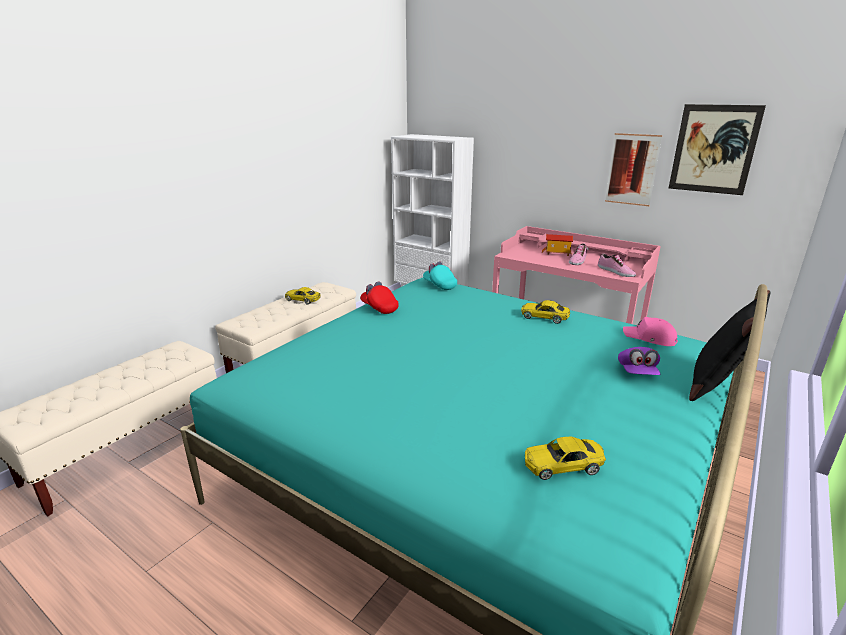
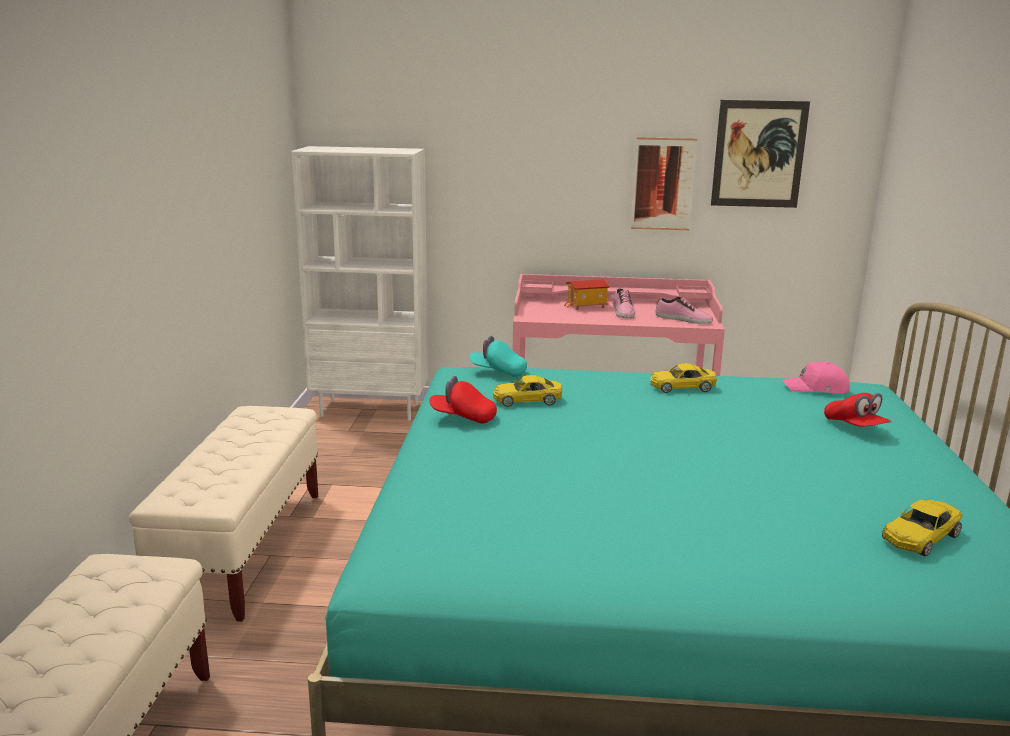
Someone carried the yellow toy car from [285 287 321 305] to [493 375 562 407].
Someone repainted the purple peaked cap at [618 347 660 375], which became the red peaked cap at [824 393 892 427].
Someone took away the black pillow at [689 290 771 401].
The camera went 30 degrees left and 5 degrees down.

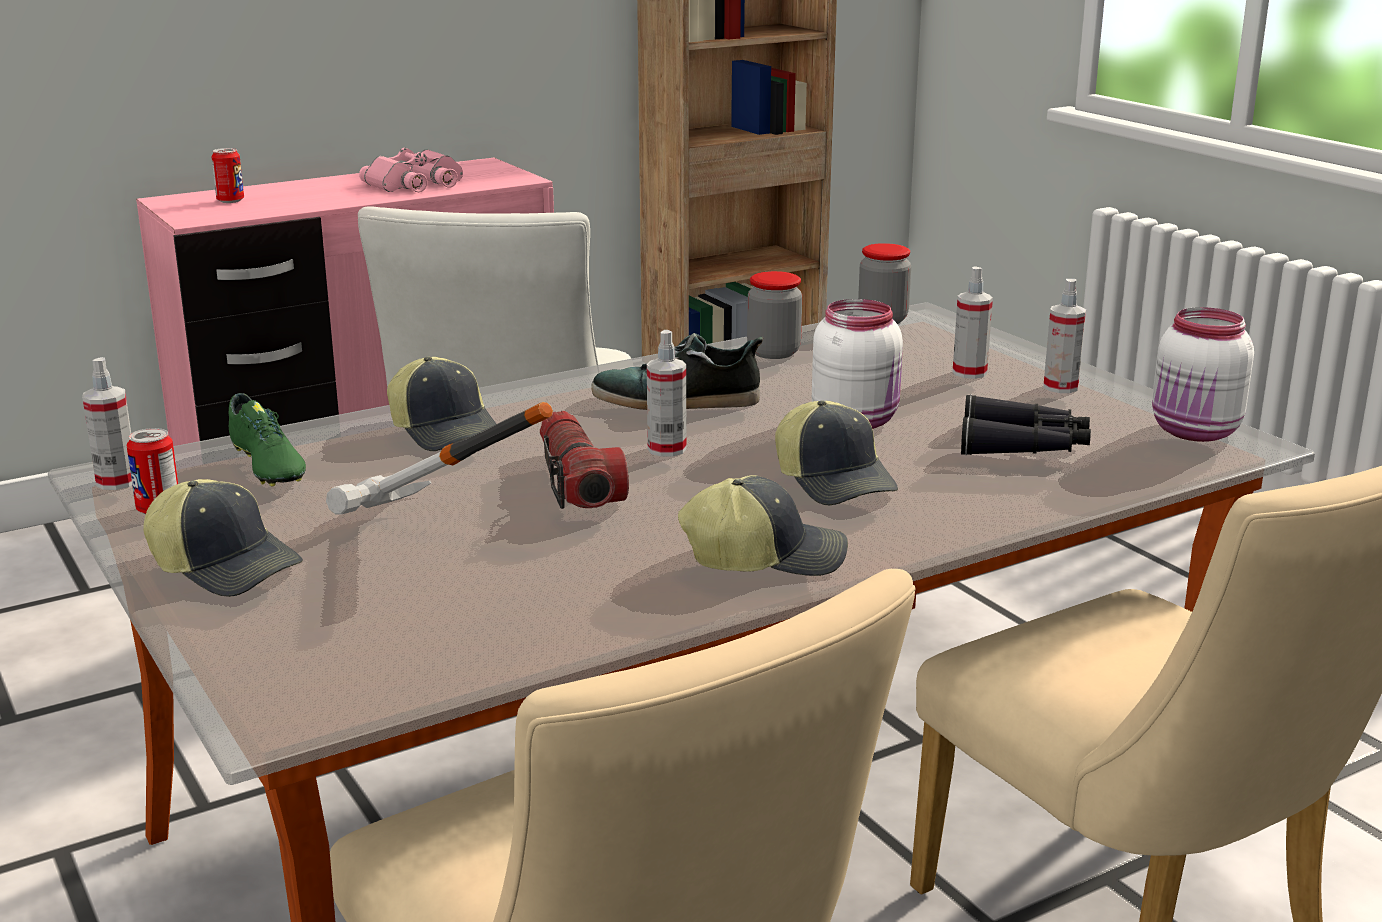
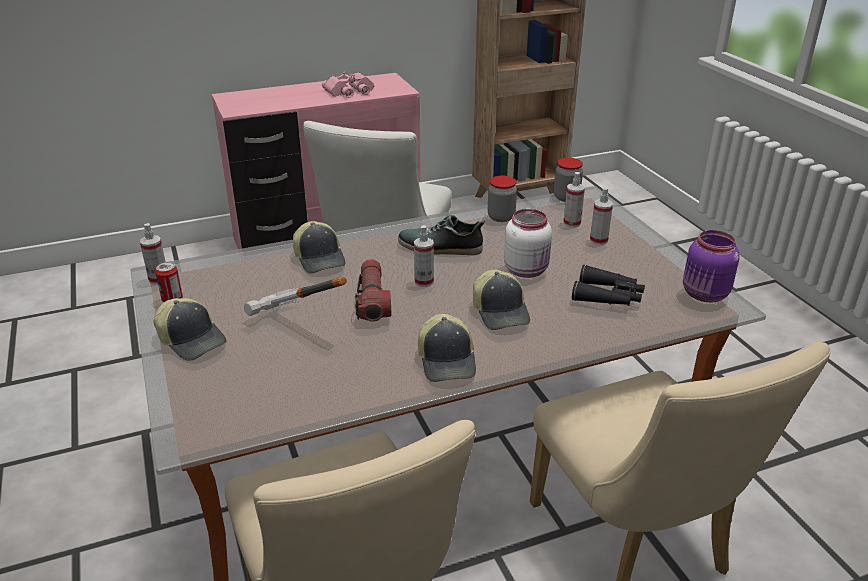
Someone took away the metal can at [211 148 244 203].
Someone took away the green low shoe at [229 393 306 487].
Someone rotated the peaked cap at [678 475 848 576] by 75 degrees clockwise.
Someone carried the spray bottle from [1043 279 1086 393] to [563 172 585 228].
Someone repainted the white-coloured storage jar at [1152 307 1254 442], which became the purple storage jar at [683 230 740 302].
The camera went 10 degrees right and 10 degrees up.

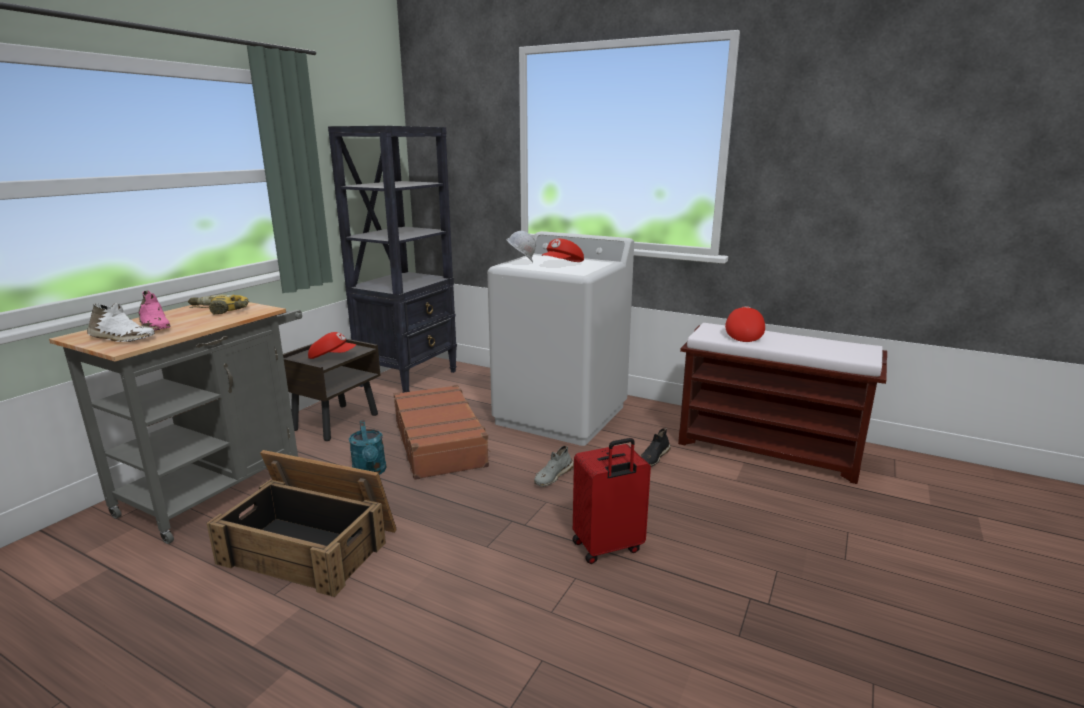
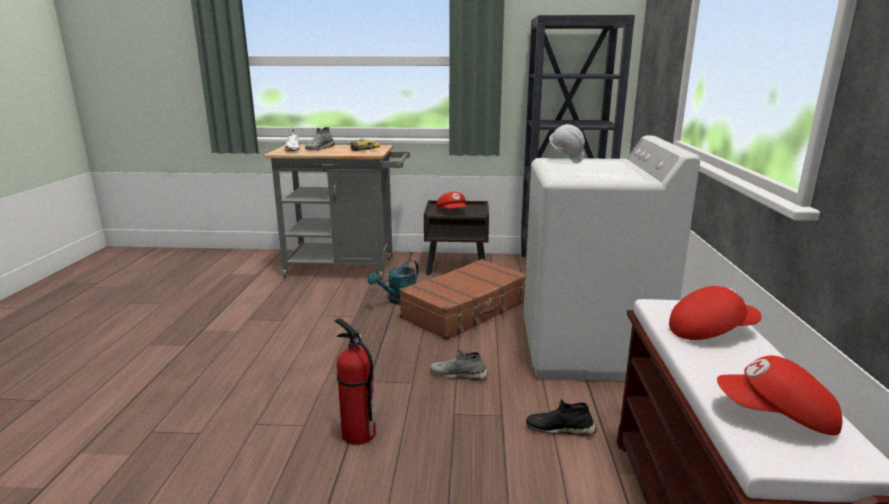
Someone repainted the pinkish low shoe at [139 290 170 330], which became the grey low shoe at [305 127 335 150].
Someone took away the packing crate at [206 450 397 597].
Someone carried the red peaked cap from [541 239 584 262] to [717 356 842 435].
Someone swapped the red travel case at [573 438 651 564] for the fire-fighting cylinder at [335 318 376 445].
The camera went 65 degrees right and 0 degrees up.

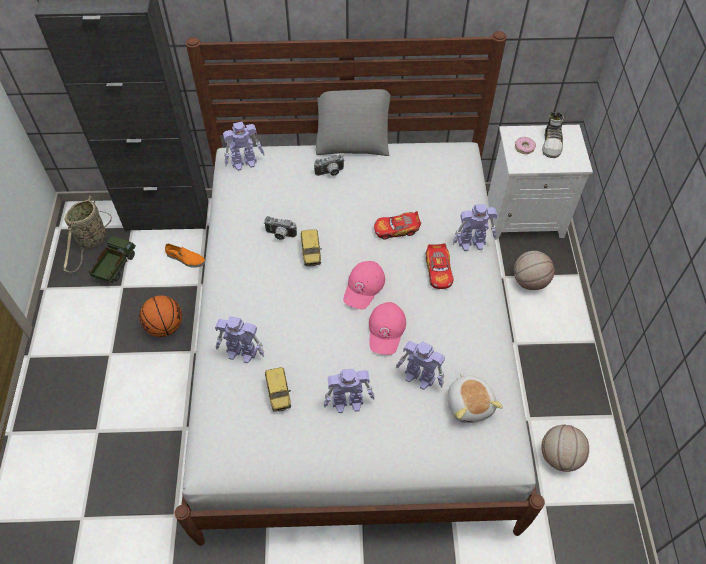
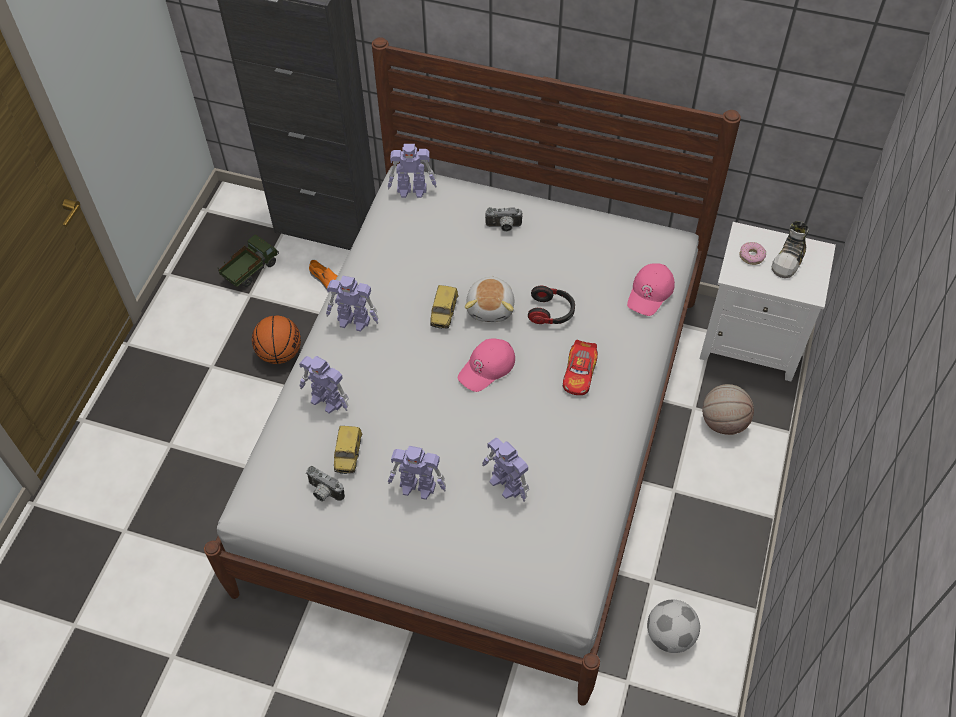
Someone took away the storage basket at [63 195 112 272].
Someone carried the photo camera from [264 216 297 240] to [306 466 345 501].
Someone took away the grey pillow at [316 80 391 156].
Someone carried the pinkish peaked cap from [369 302 406 355] to [627 264 675 316].
Someone swapped the toy car at [374 211 421 240] for the headset at [528 286 575 324].
Someone carried the plush toy from [448 373 503 423] to [465 276 515 322].
Someone carried the robot figure from [453 204 497 251] to [326 276 379 332].
Someone swapped the ball for basketball at [541 424 589 472] for the ball for football at [647 600 700 653].
The camera went 20 degrees right and 0 degrees up.

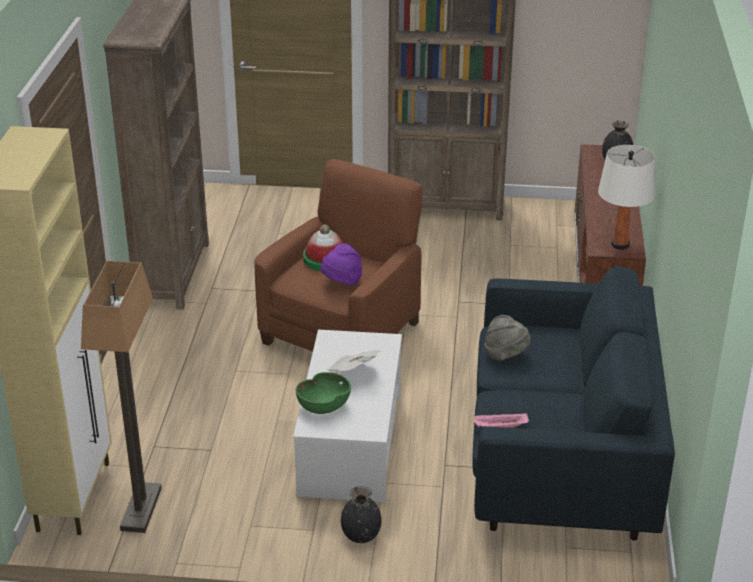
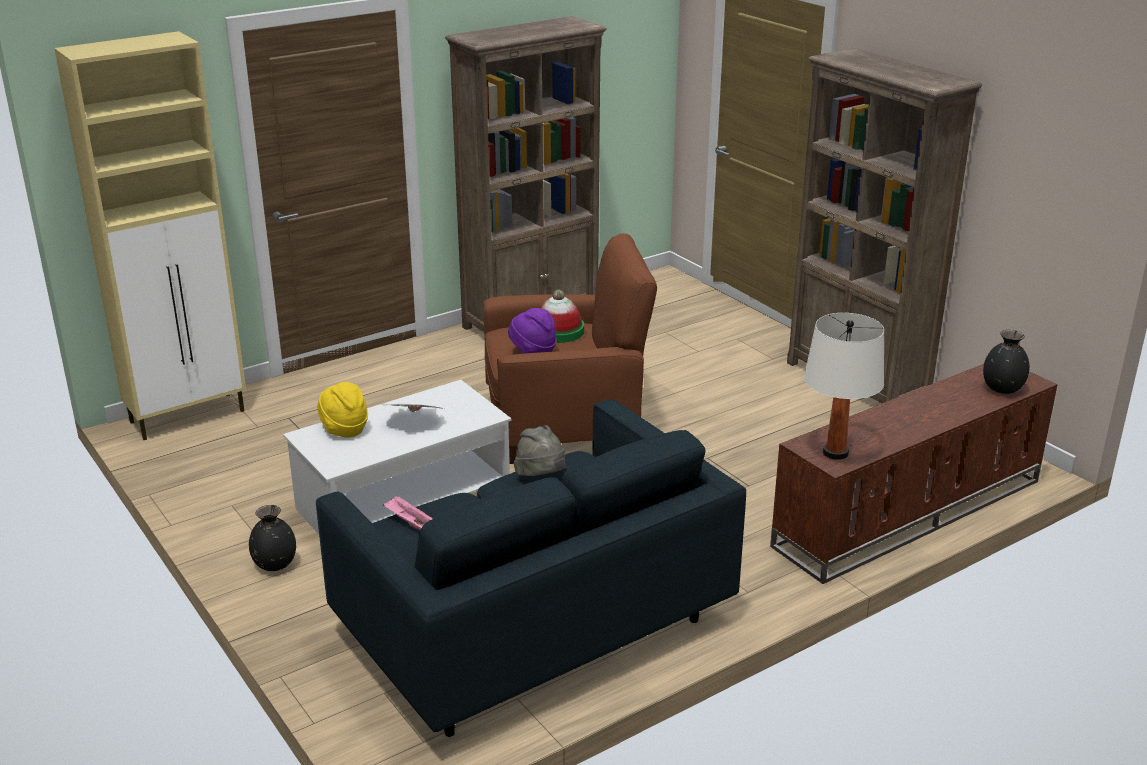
Someone took away the standard lamp at [81 260 162 533].
Someone swapped the green serving bowl at [296 372 351 414] for the yellow clothing hat at [317 382 368 438].
The camera went 50 degrees right and 5 degrees down.

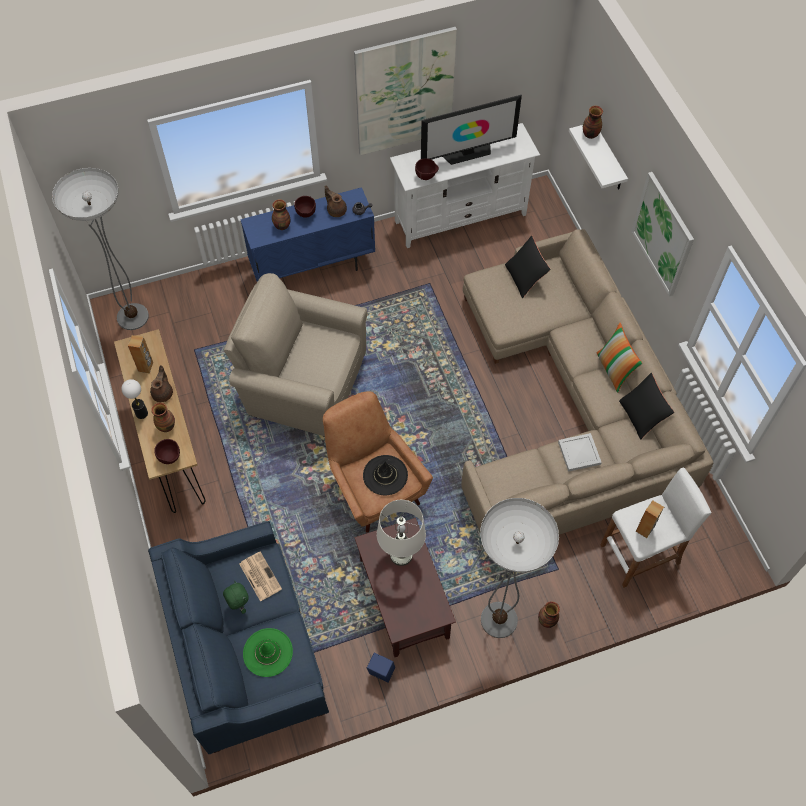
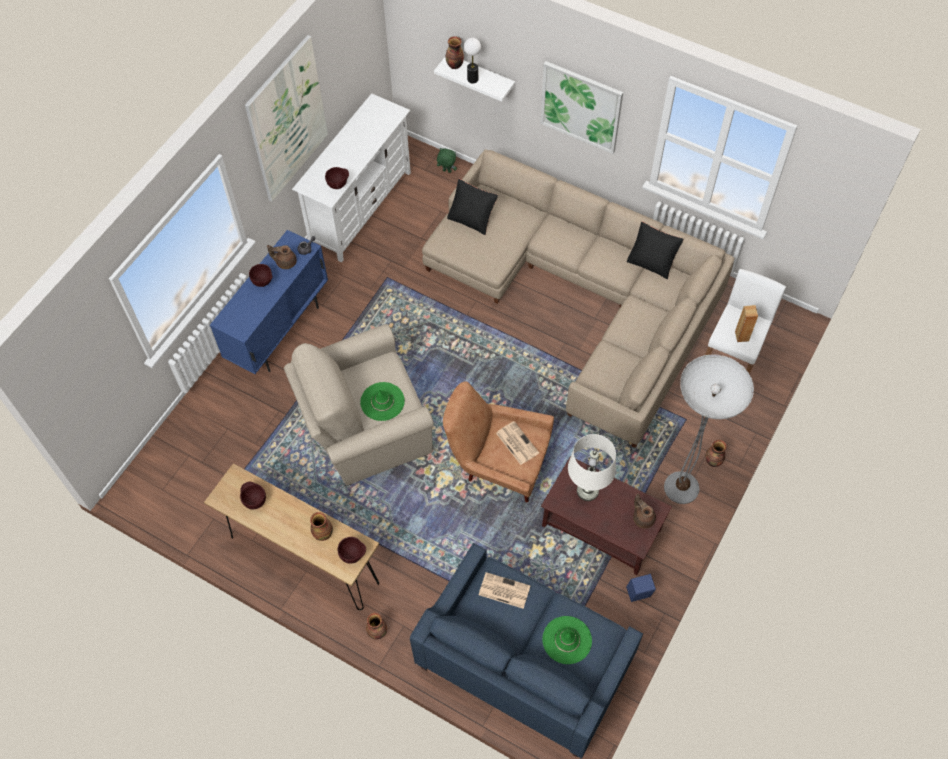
Someone took away the standard lamp at [52 168 149 330].
Someone carried the tabletop lamp from [121 379 148 419] to [464 38 481 84].
Someone swapped the brown loudspeaker at [128 335 153 373] for the brown serving bowl at [240 482 266 509].
Someone carried the brown pot for tea from [150 365 173 402] to [633 494 656 529].
Someone carried the green plush toy from [223 581 249 614] to [437 148 457 173].
Someone carried the vase from [272 199 290 230] to [366 613 387 639].
Someone swapped the black clothing hat at [363 455 408 495] for the daily paper at [496 421 539 465].
Someone took away the television at [421 95 522 165].
Someone took away the white-coloured serving tray at [558 433 602 472].
Someone took away the pillow at [597 323 643 393].
Someone put down the green clothing hat at [360 382 405 421].
The camera went 40 degrees left and 0 degrees up.

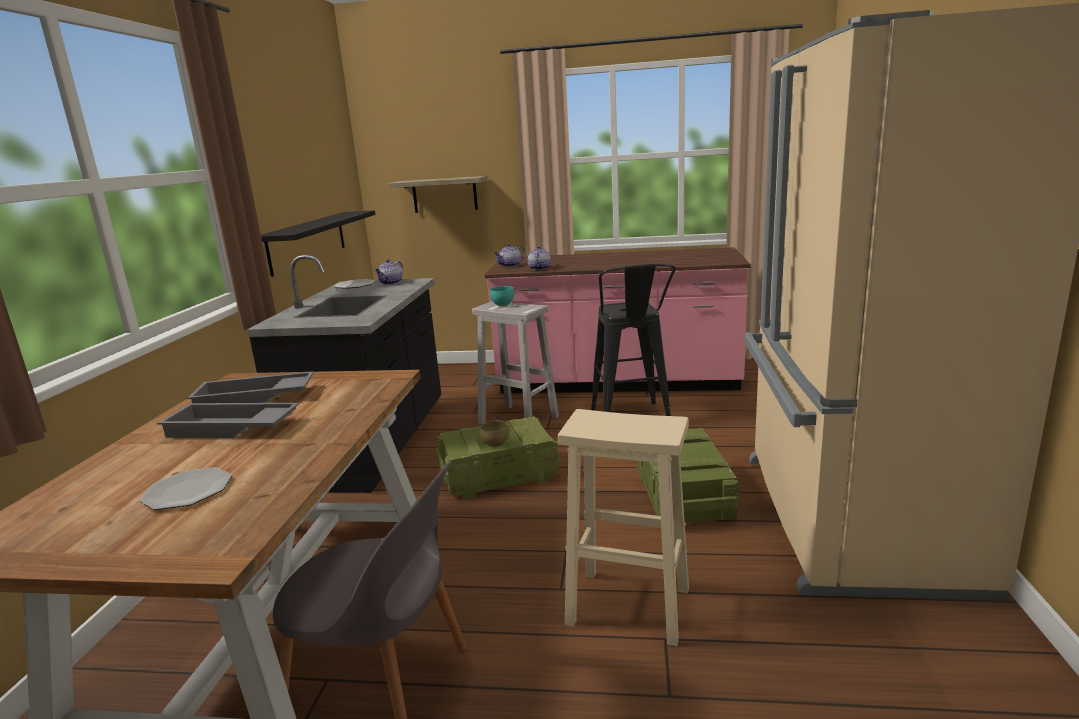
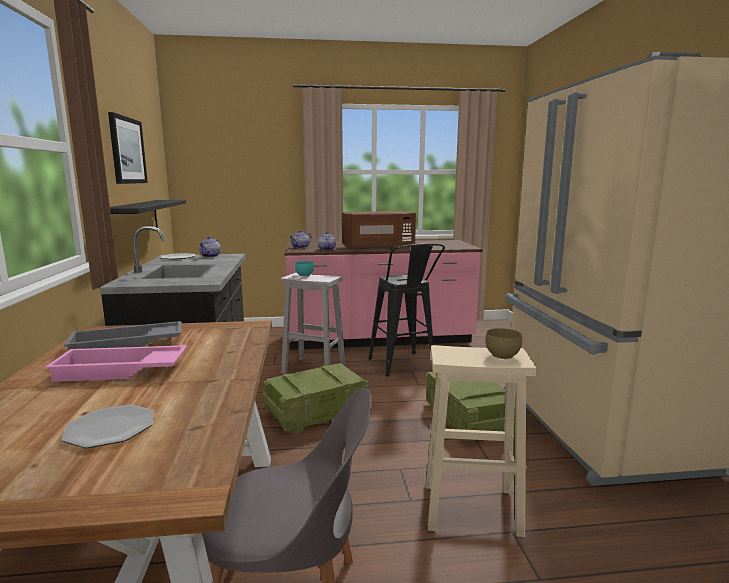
Someone repainted the grey serving tray at [157 403 299 438], which became the pinkish serving tray at [45 345 187 382].
Someone took away the wall shelf at [389 176 487 213].
Someone carried the brown serving bowl from [480 420 509 447] to [485 328 522 359].
Someone put up the wall art at [108 112 148 184].
Someone put down the brown kitchen microwave at [342 211 416 249].
The camera went 15 degrees left and 5 degrees down.

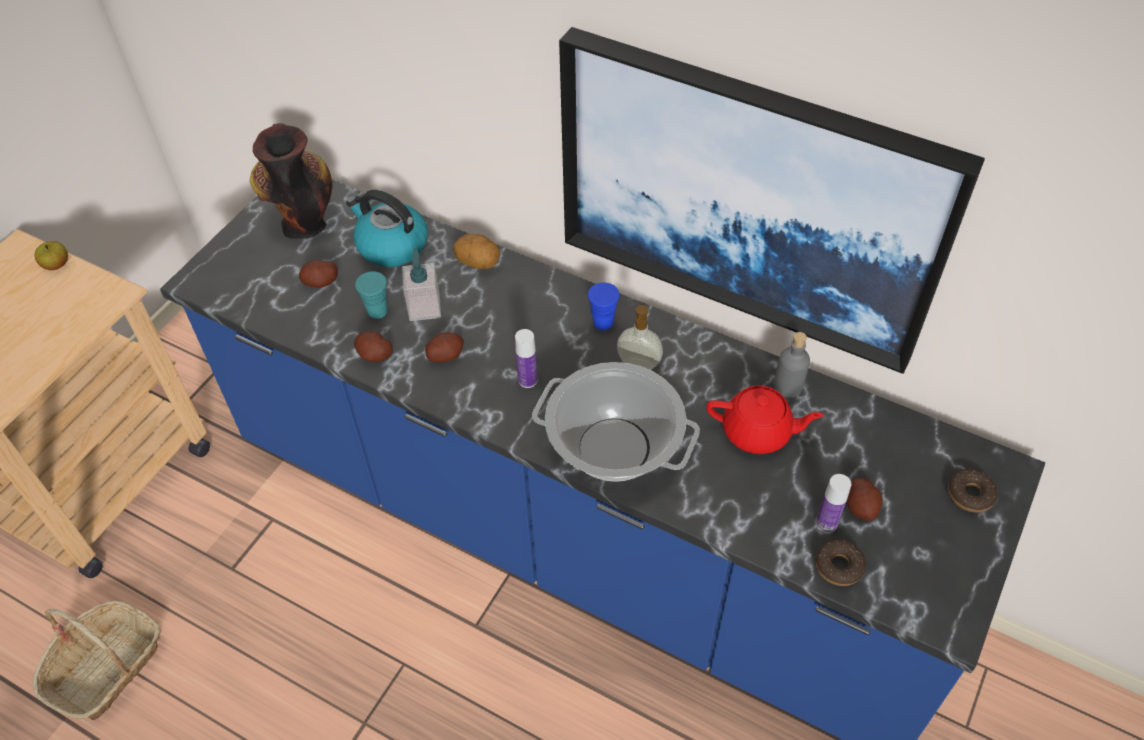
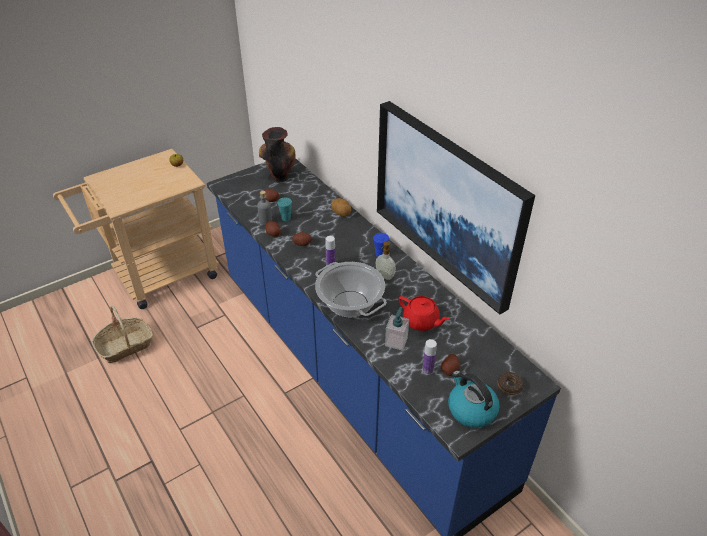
Someone carried the tea kettle from [346 190 428 267] to [448 371 500 428].
Someone carried the liquid soap bottle from [402 248 441 321] to [385 307 409 351].
Someone carried the grey drink bottle from [774 332 810 398] to [257 191 272 225].
Someone took away the donut at [815 539 866 586].
The camera went 25 degrees right and 10 degrees down.

